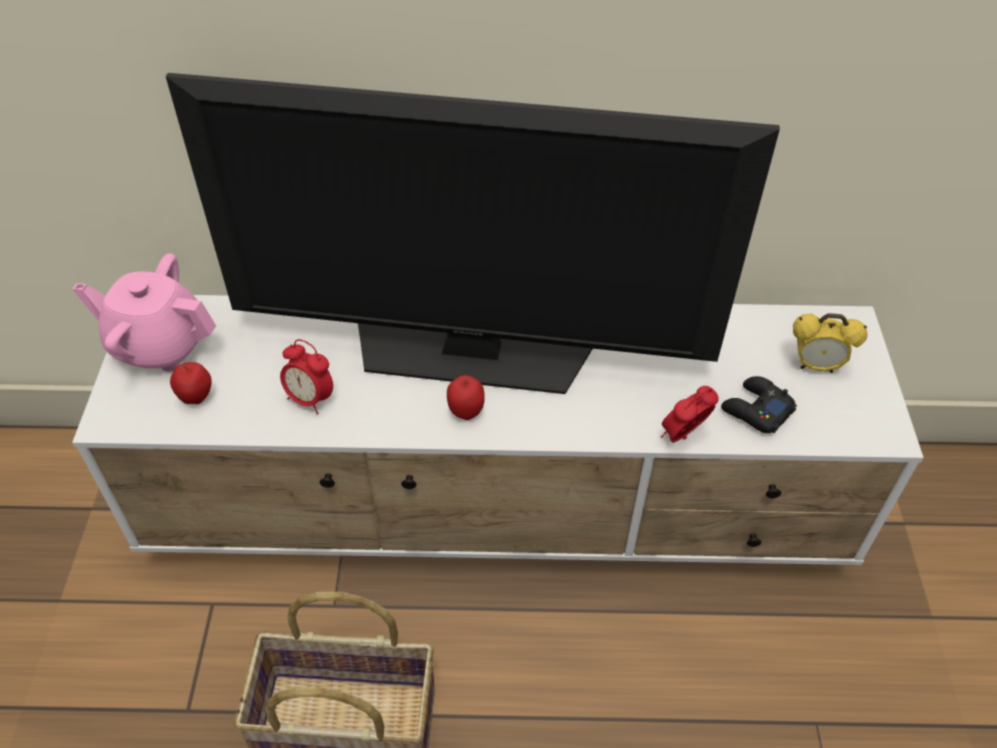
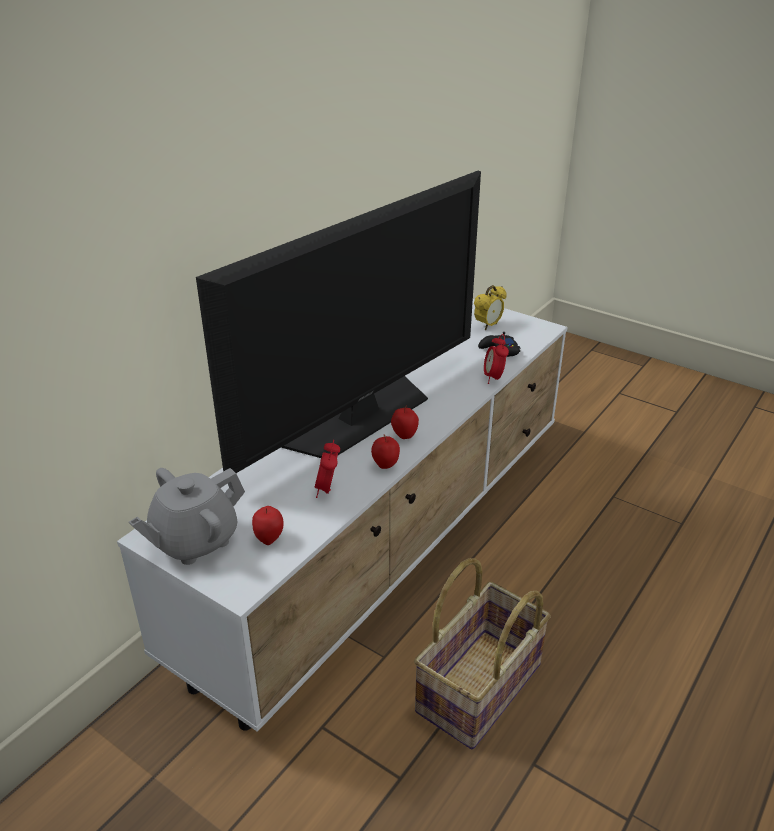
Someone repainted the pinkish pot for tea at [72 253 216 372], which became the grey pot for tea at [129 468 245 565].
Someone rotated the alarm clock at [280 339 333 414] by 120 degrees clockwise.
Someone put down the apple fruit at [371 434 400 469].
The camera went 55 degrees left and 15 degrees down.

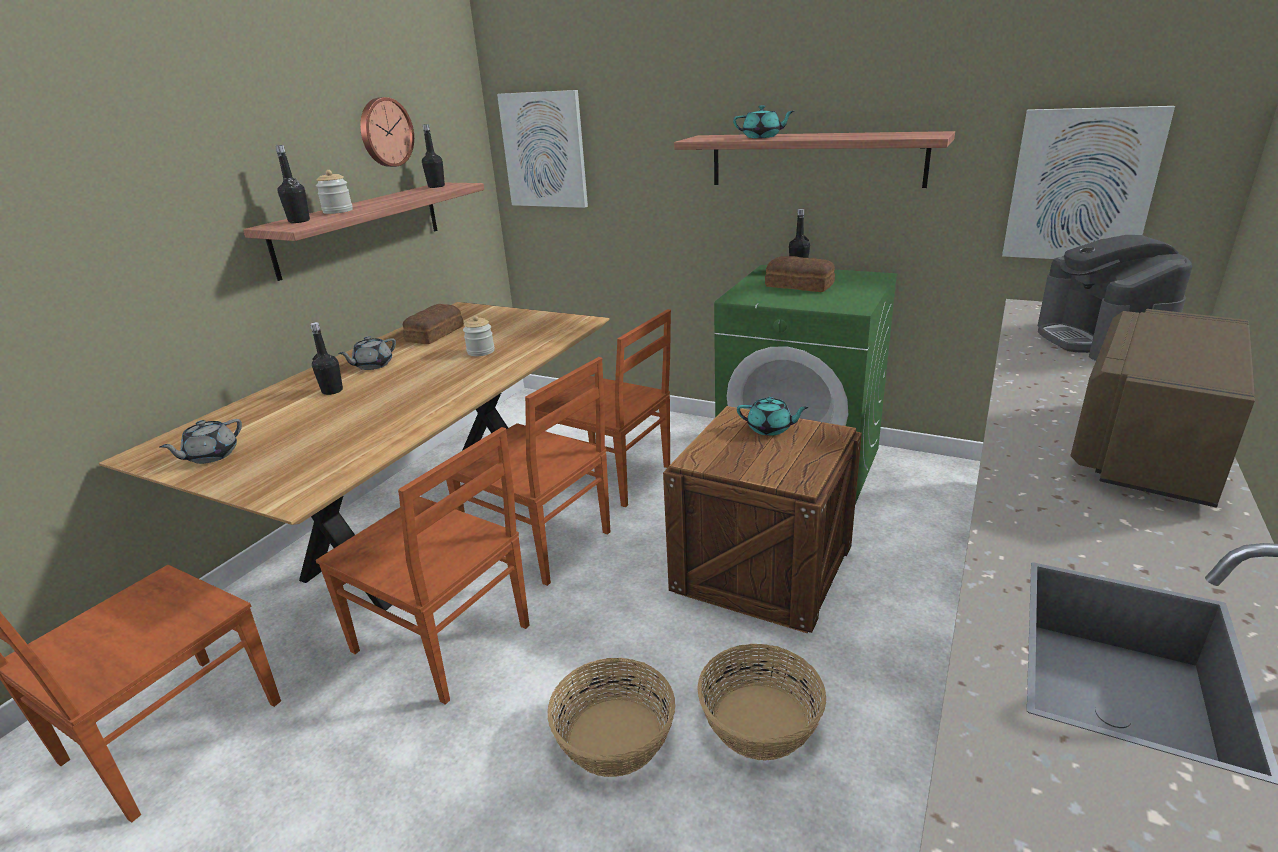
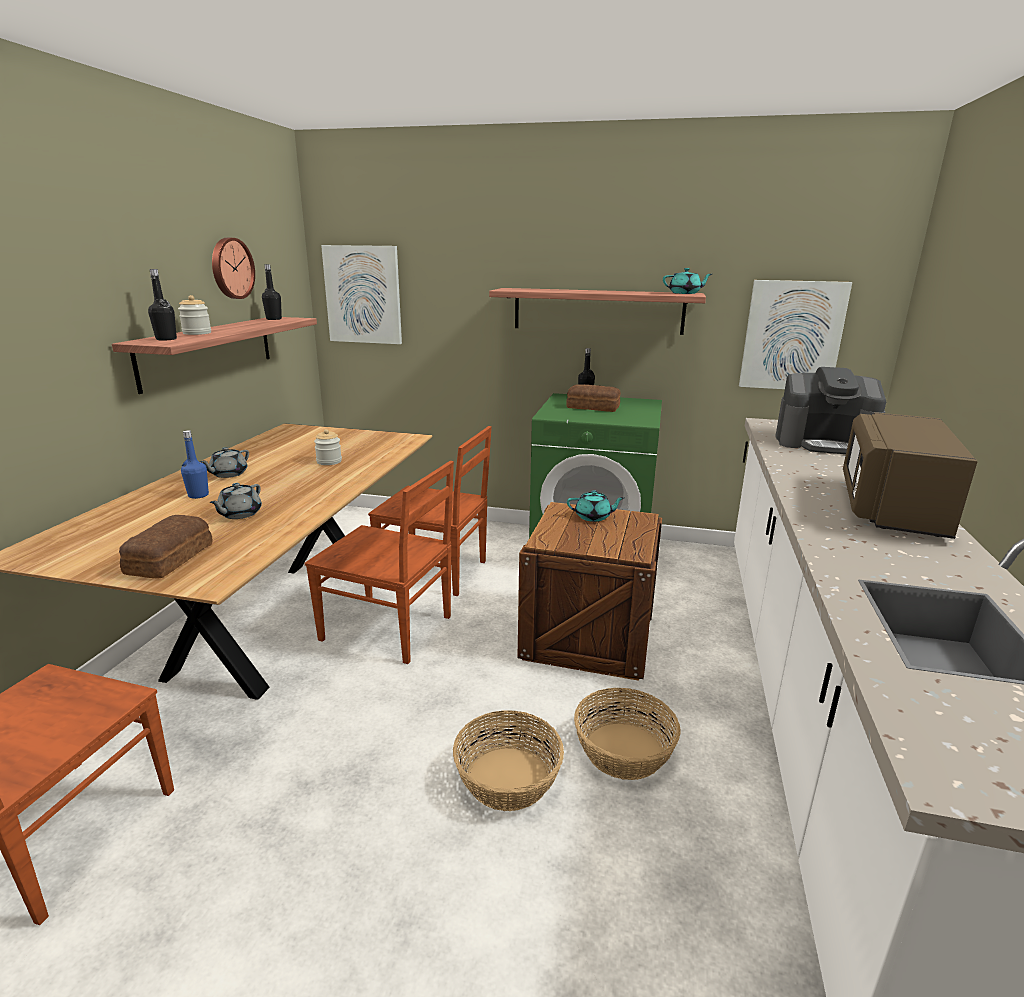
Someone carried the grey pot for tea from [160 419 242 464] to [210 483 262 519].
Someone repainted the black drink bottle at [310 322 343 395], which became the blue-coloured drink bottle at [181 430 209 499].
Someone took away the brown chair at [316 427 530 705].
Someone carried the bakery bread from [403 304 464 344] to [119 515 213 578].
Someone carried the blue-green pot for tea from [733 105 794 138] to [663 268 712 294].
Someone rotated the coffee brewer at [1038 235 1192 361] by 60 degrees counterclockwise.
The camera went 15 degrees left and 5 degrees down.

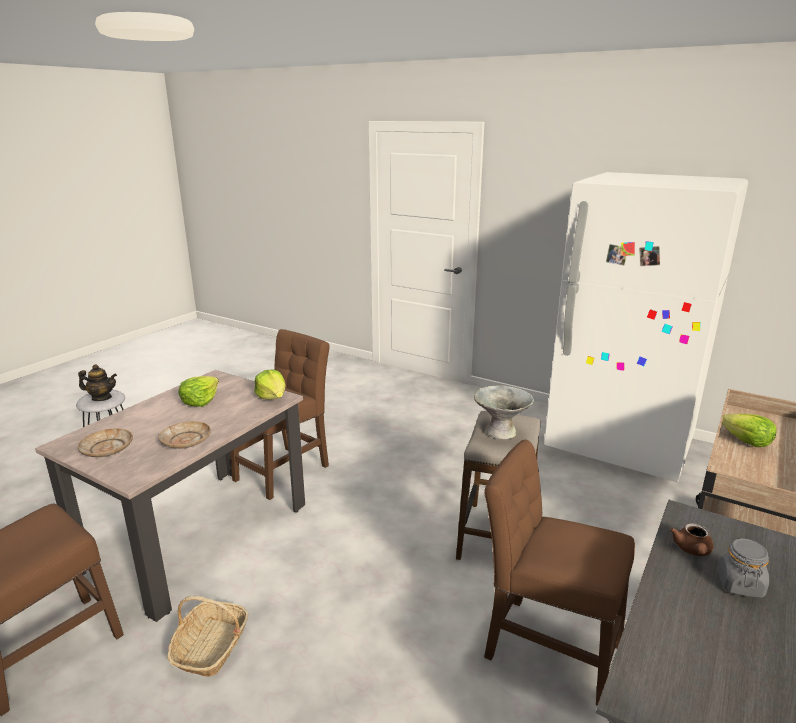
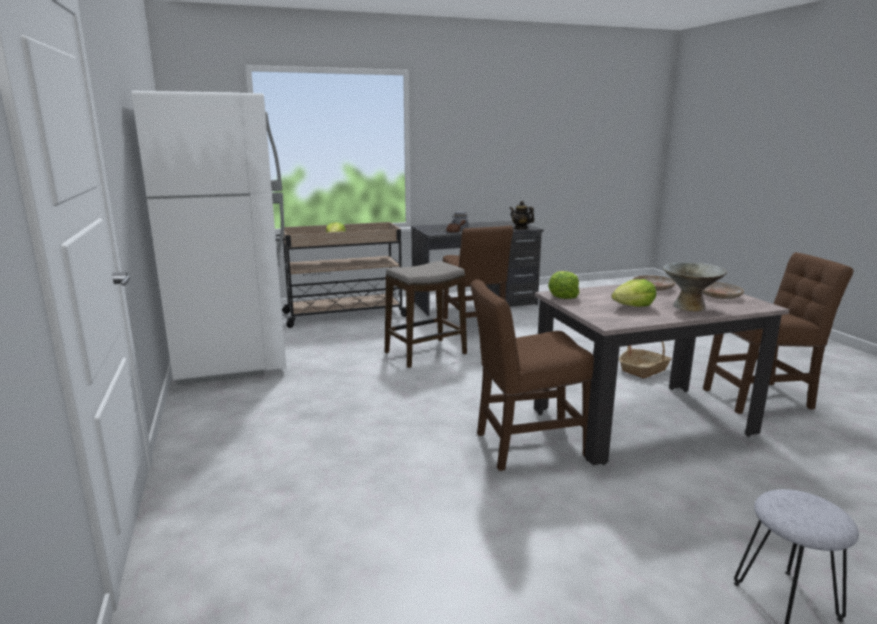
Someone carried the pot for tea from [78 364 117 401] to [510 201 534 229].
Someone carried the grey serving bowl from [474 385 534 439] to [663 262 727 312].
The camera went 140 degrees left and 5 degrees down.

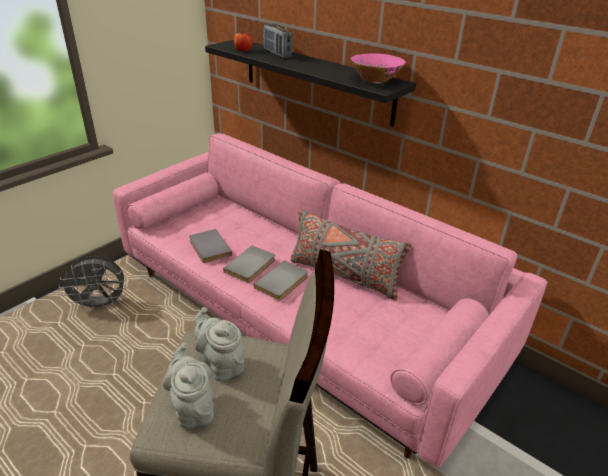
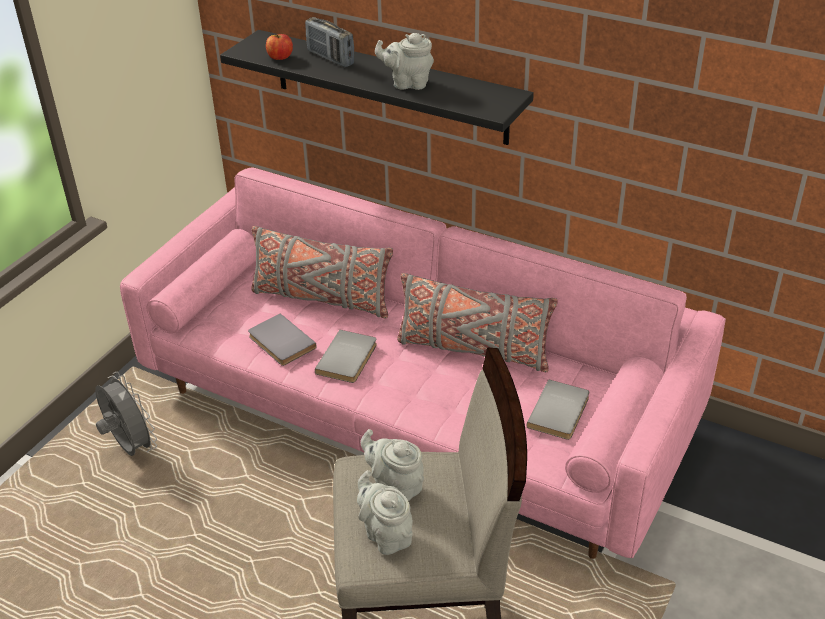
Someone rotated the grey cooling fan at [59 256 128 312] by 105 degrees counterclockwise.
Someone carried the grey bound book from [254 261 308 301] to [527 379 589 440].
Someone took away the pinkish serving bowl at [351 53 406 84].
Someone put down the grey pillow at [251 226 393 319].
Someone put down the grey pot for tea at [375 33 434 90].
The camera went 10 degrees left and 5 degrees up.

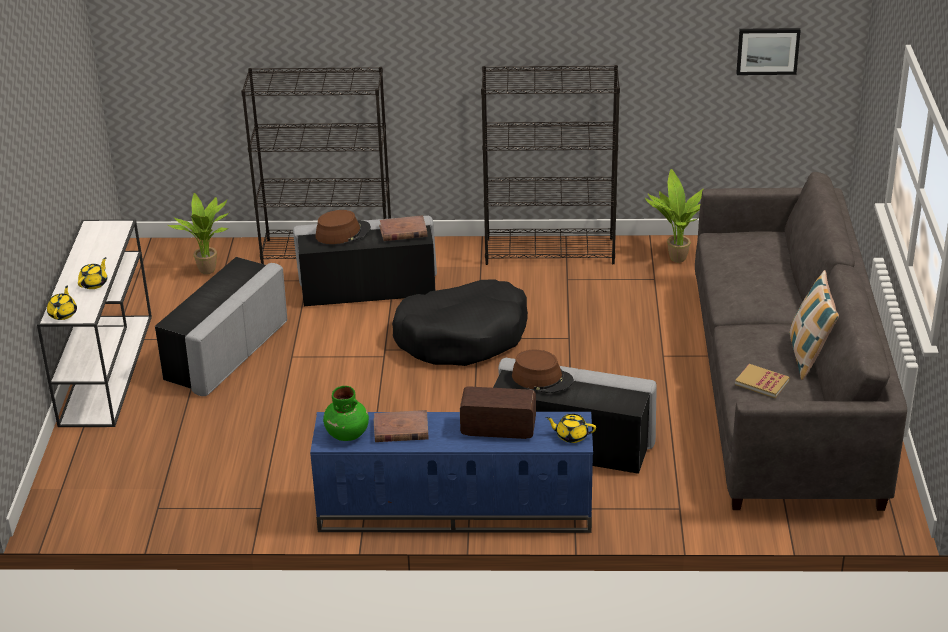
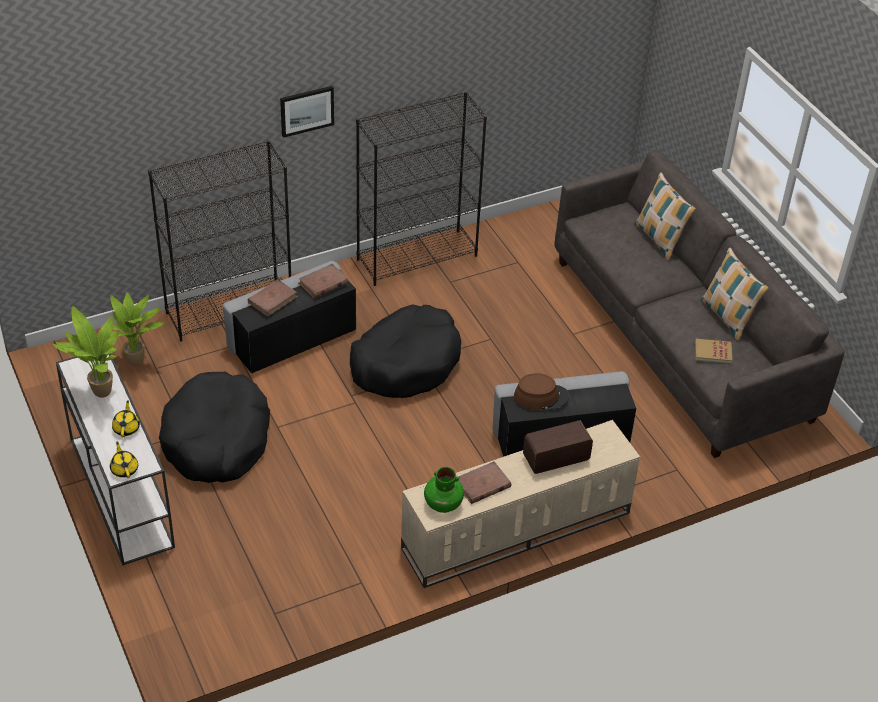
Someone swapped the grey footrest at [155 257 287 396] for the black dog bed at [159 372 270 483].
Someone repainted the blue-coloured tv unit at [310 412 593 533], which became the beige-coloured tv unit at [401 420 640 588].
Someone swapped the brown clothing hat at [316 210 371 244] for the brown bound book at [248 280 298 317].
Someone took away the yellow pot for tea at [546 414 596 443].
Someone carried the plant in a pot from [645 169 704 263] to [53 306 119 398].
Someone carried the wall art from [736 28 801 75] to [280 86 334 138].
Someone put down the pillow at [634 172 696 260].
The camera went 30 degrees left and 10 degrees up.

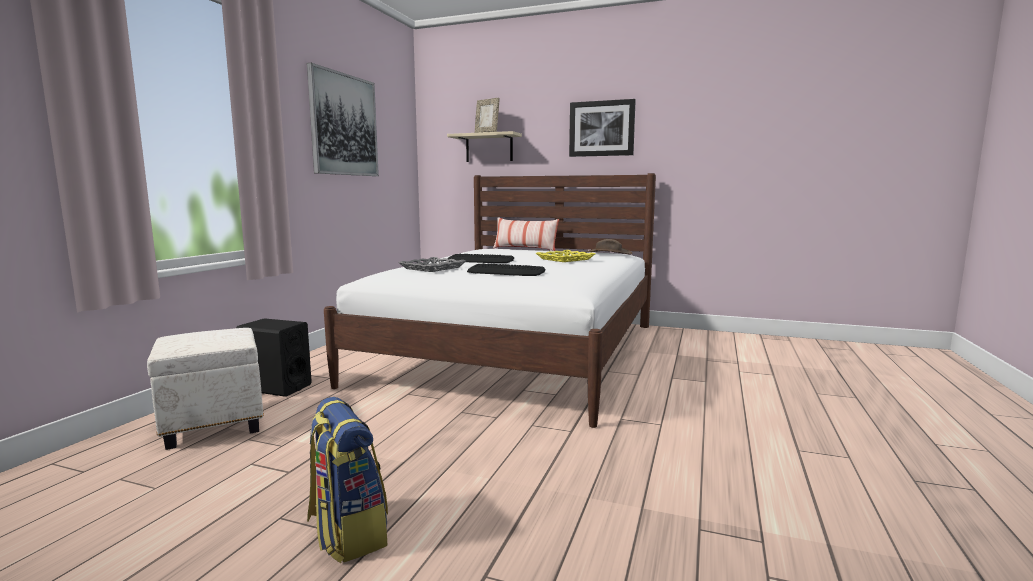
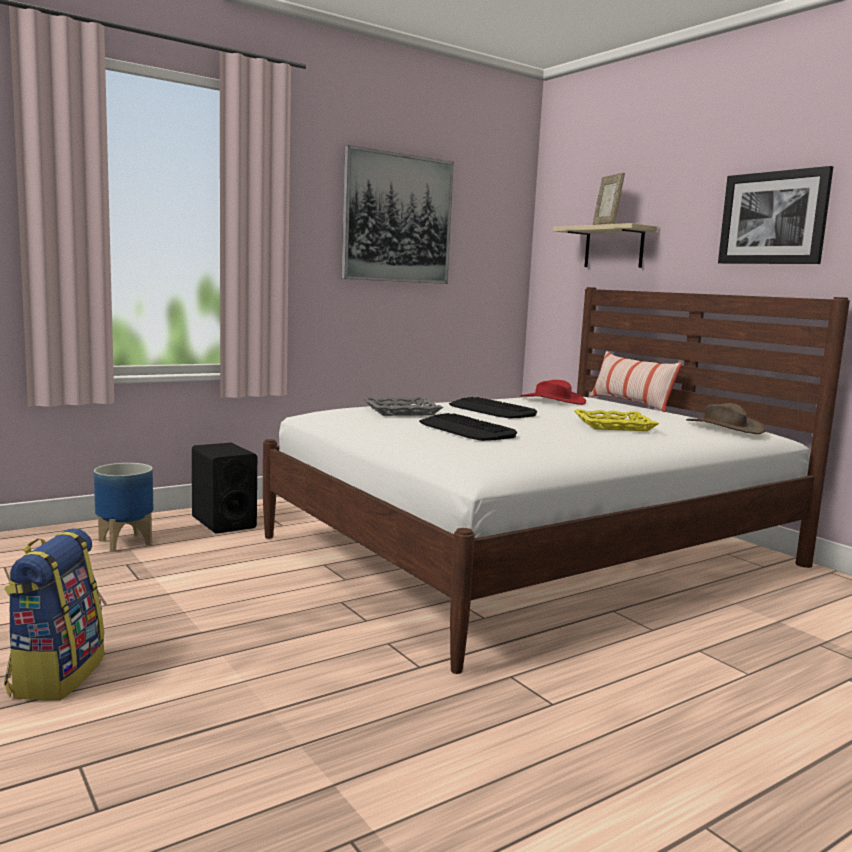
Someone swapped the white-coloured footrest at [147 328 264 450] for the flower pot at [94 463 153 552].
Someone put down the red clothing hat at [520 380 586 405].
The camera went 35 degrees right and 0 degrees up.

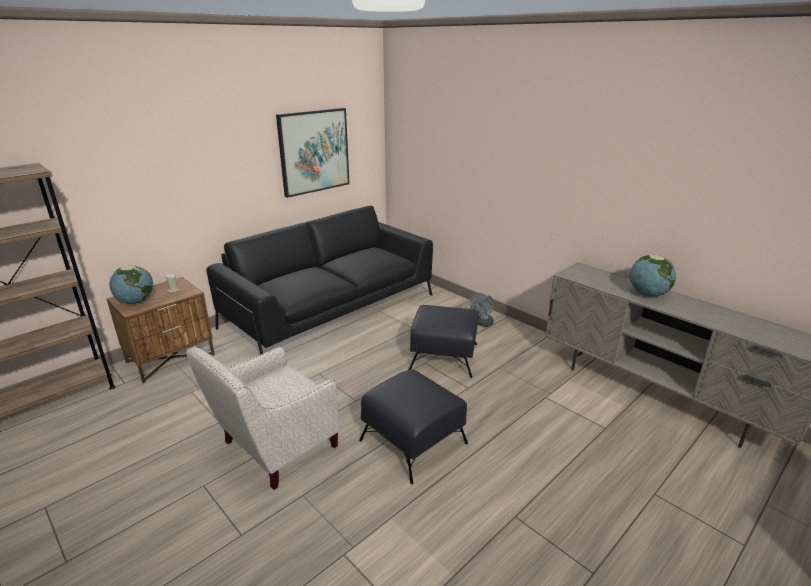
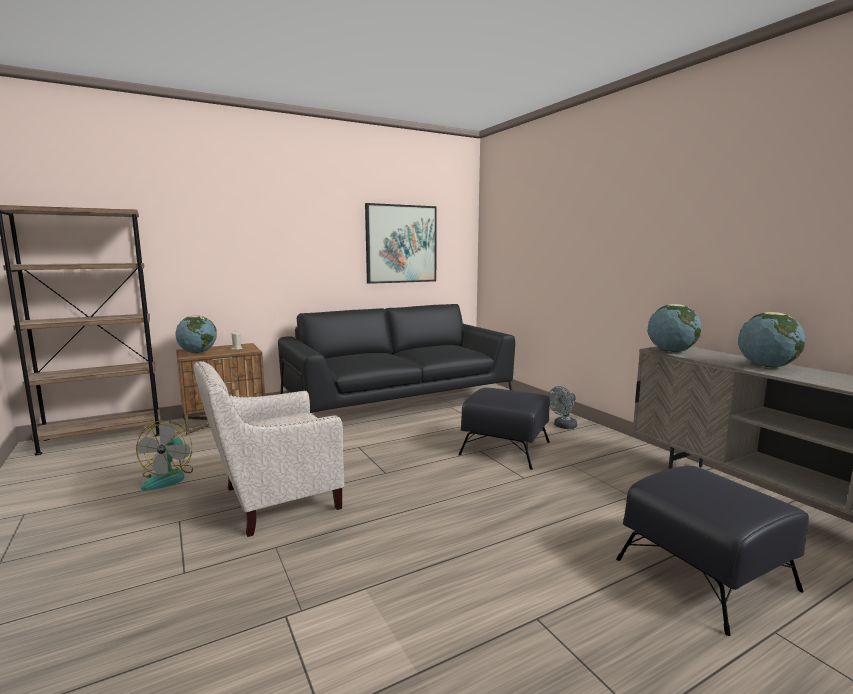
Someone carried the black footrest from [359 369 468 484] to [616 466 809 636].
Someone put down the cooling fan at [136 420 193 490].
Someone put down the world globe at [647 304 702 353].
The camera went 15 degrees right and 15 degrees down.

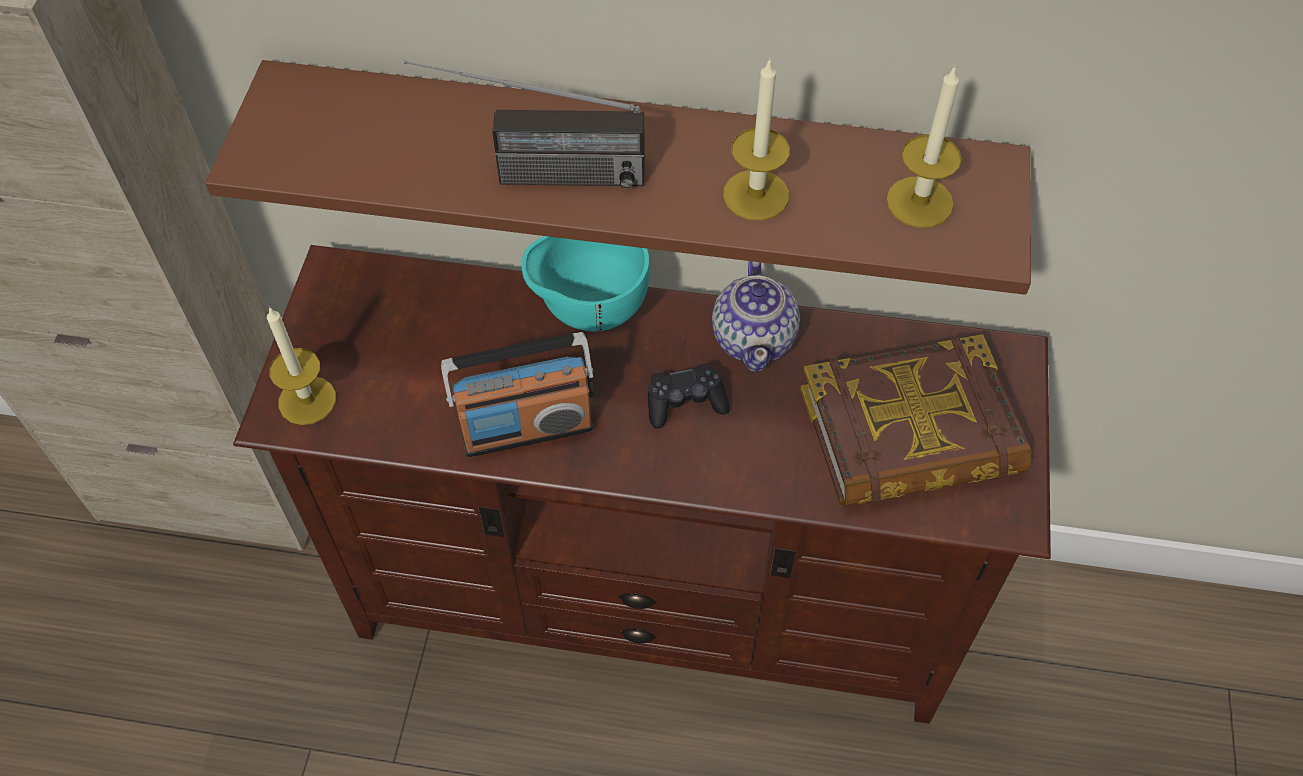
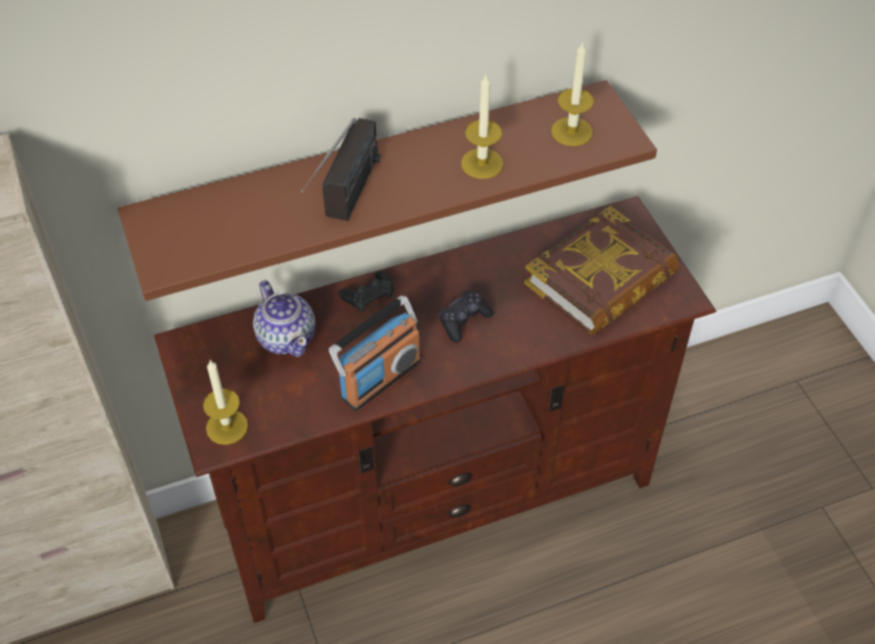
Someone rotated the radio set at [404 60 645 188] by 45 degrees counterclockwise.
Someone swapped the blue-green serving bowl at [522 236 650 332] for the black game controller at [338 270 394 312].
Someone carried the pot for tea from [712 261 800 372] to [253 280 316 357].
The camera went 30 degrees left and 5 degrees down.

